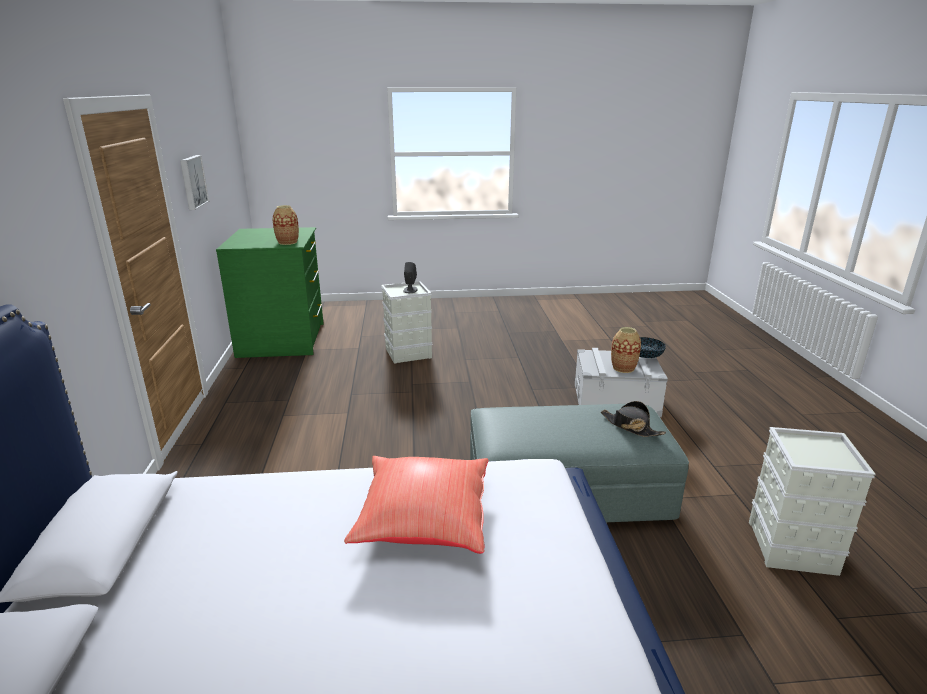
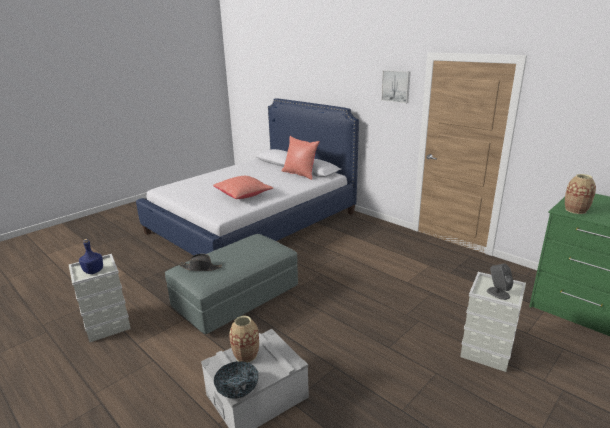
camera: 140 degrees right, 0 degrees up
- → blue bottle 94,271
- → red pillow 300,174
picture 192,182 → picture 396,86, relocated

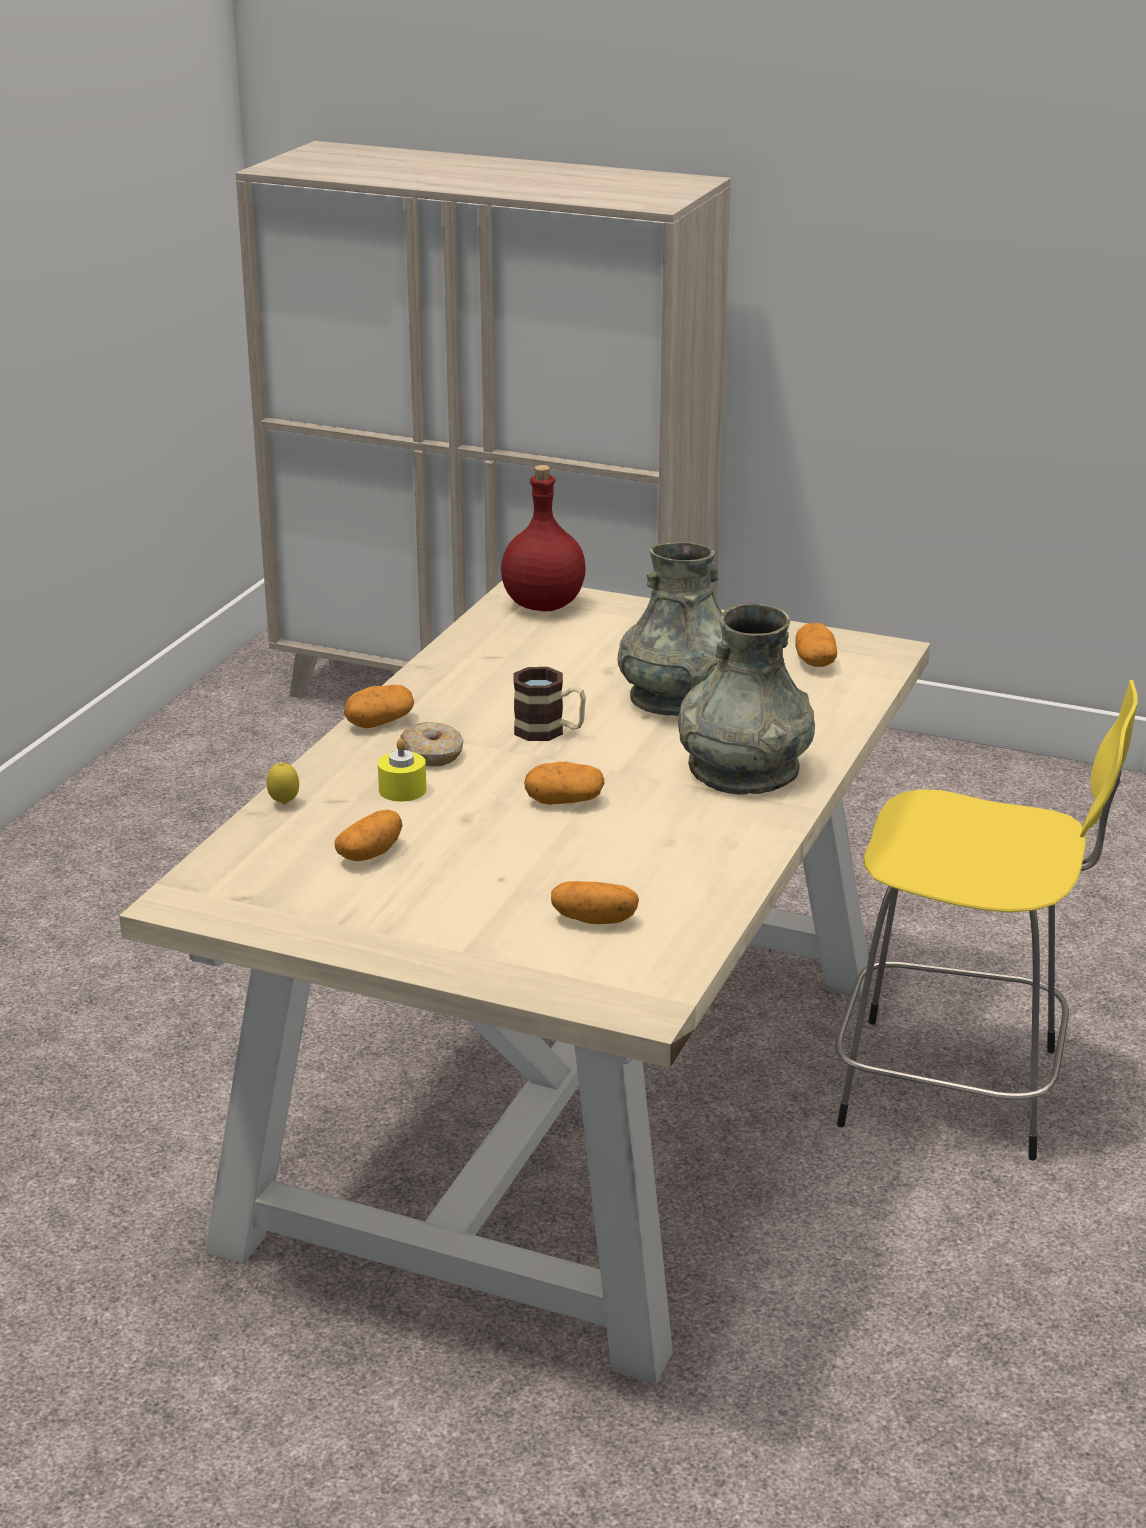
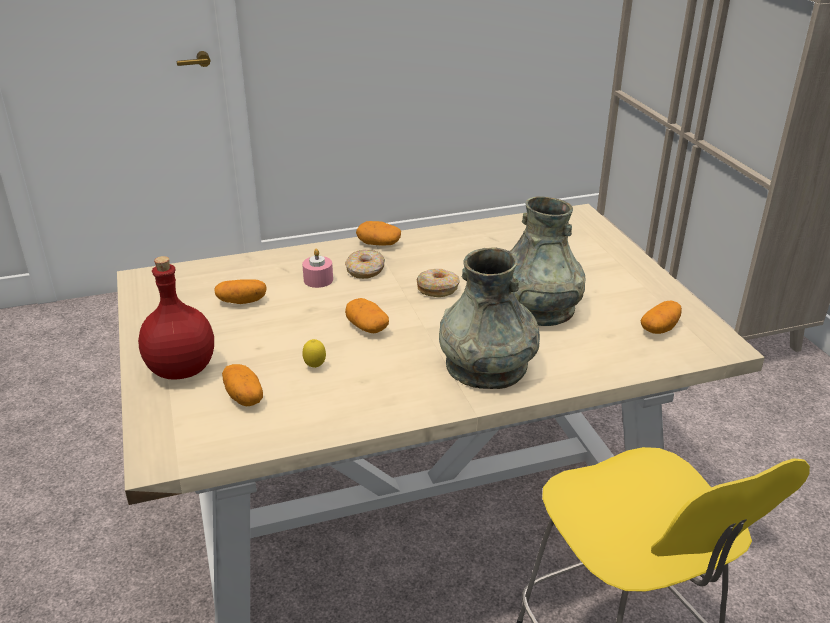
camera: 50 degrees right, 5 degrees up
red bottle 542,604 → red bottle 182,368, relocated
yellow candle 402,790 → pink candle 318,280
lemon 284,804 → lemon 315,367, relocated
mug 549,732 → donut 438,289

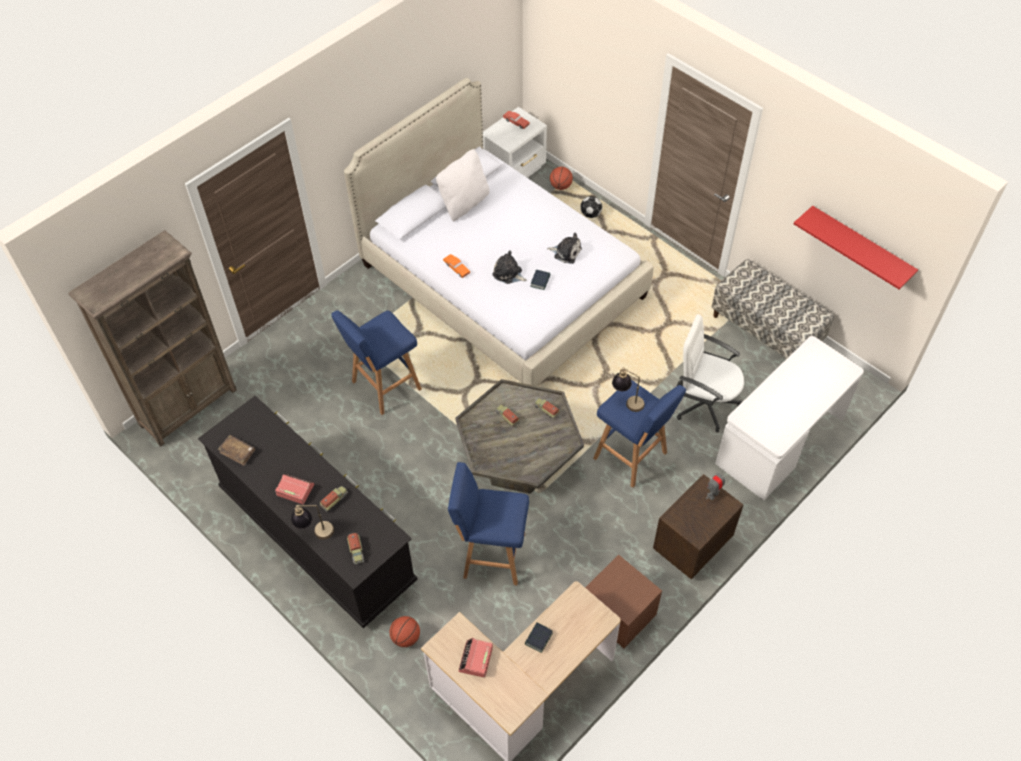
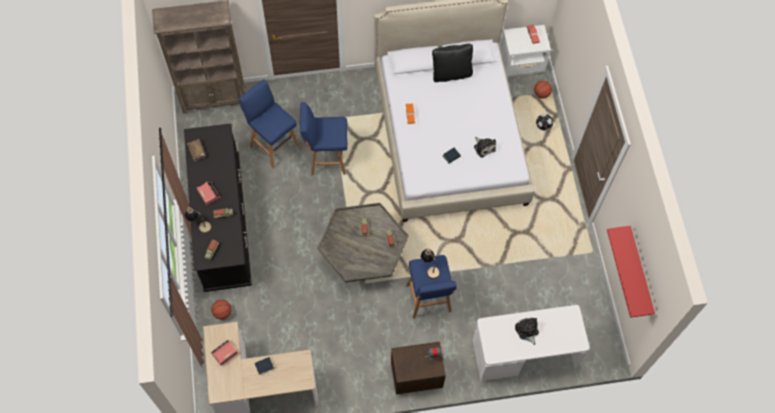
camera: 35 degrees right, 10 degrees up
blue stool 491,555 → blue stool 273,145, relocated
white pillow 464,203 → black pillow 451,73
plush toy 508,274 → plush toy 527,330, relocated
brown nightstand 619,614 → -
white office chair 704,403 → -
bench 766,331 → -

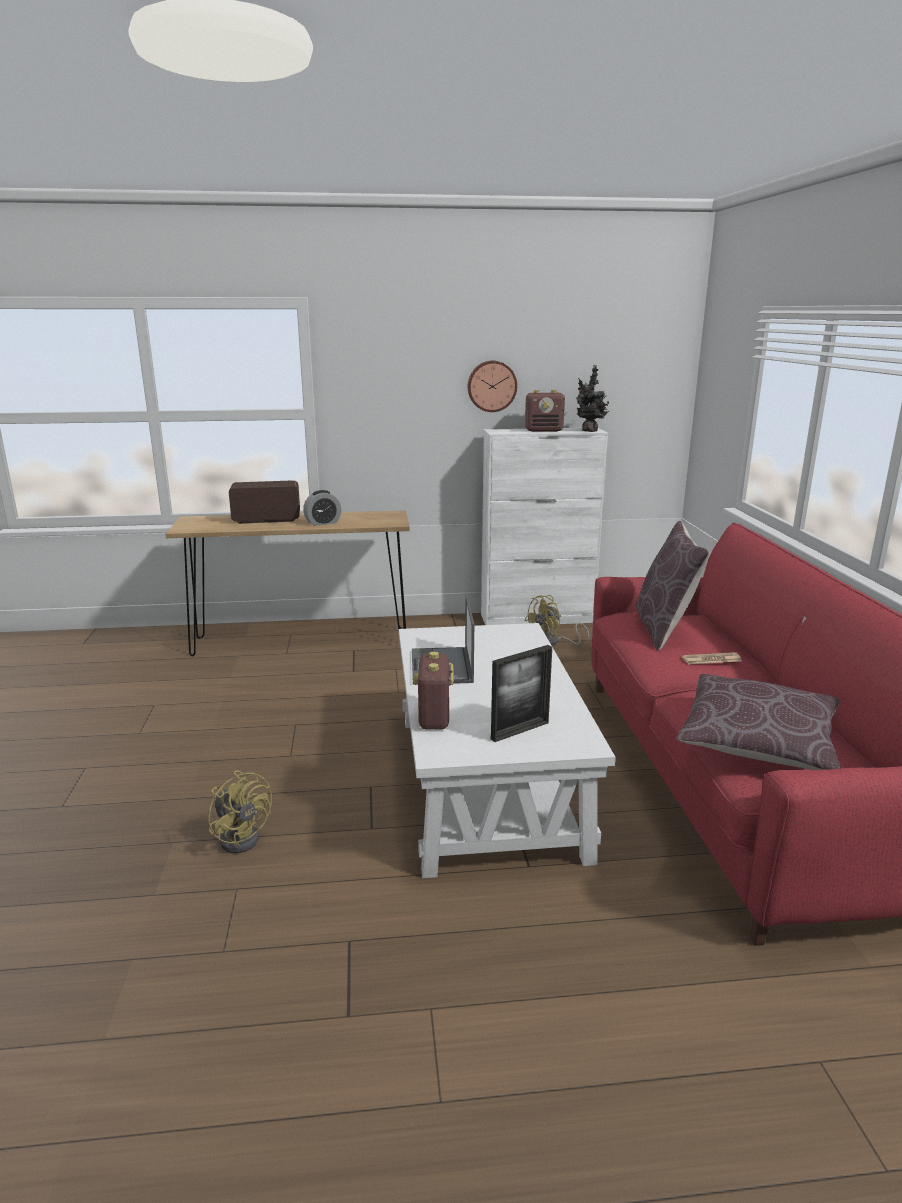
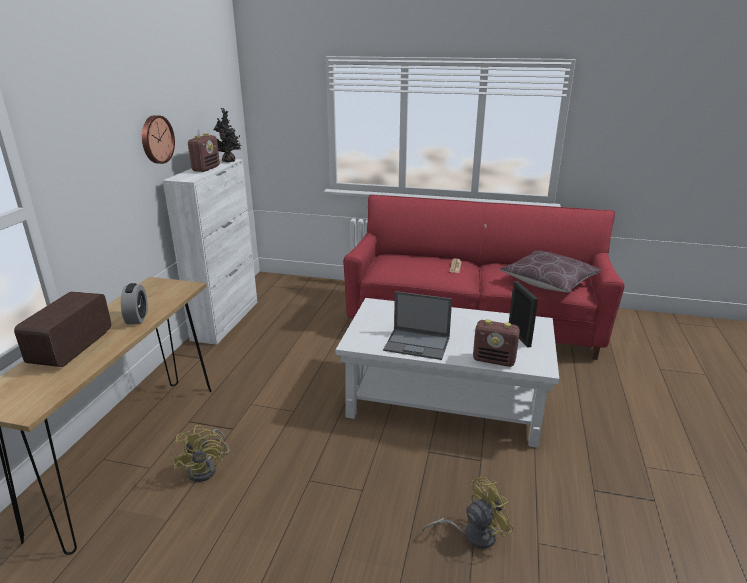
camera: 70 degrees left, 5 degrees up
yellow fan 552,642 → yellow fan 207,468, relocated
brown pillow 664,628 → -

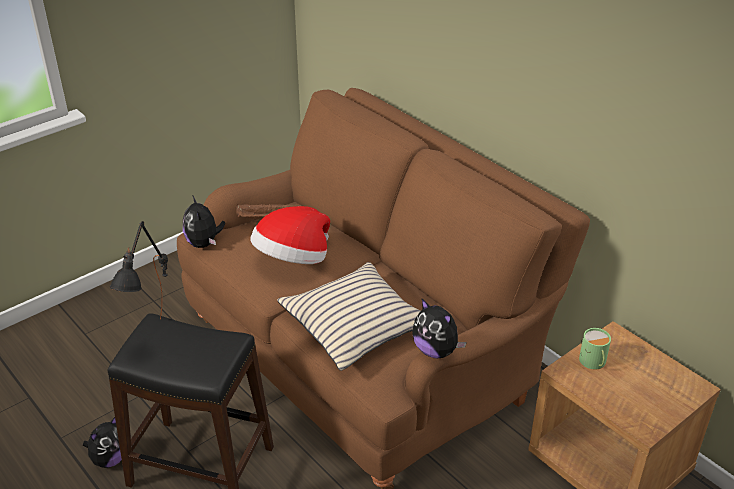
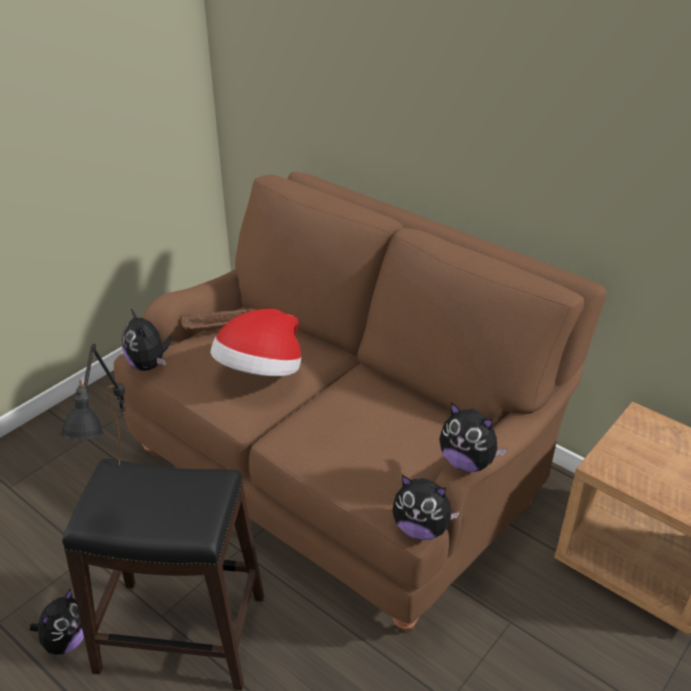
camera: 10 degrees left, 0 degrees up
- → plush toy 421,528
beige pillow 356,325 → -
green mug 593,362 → -

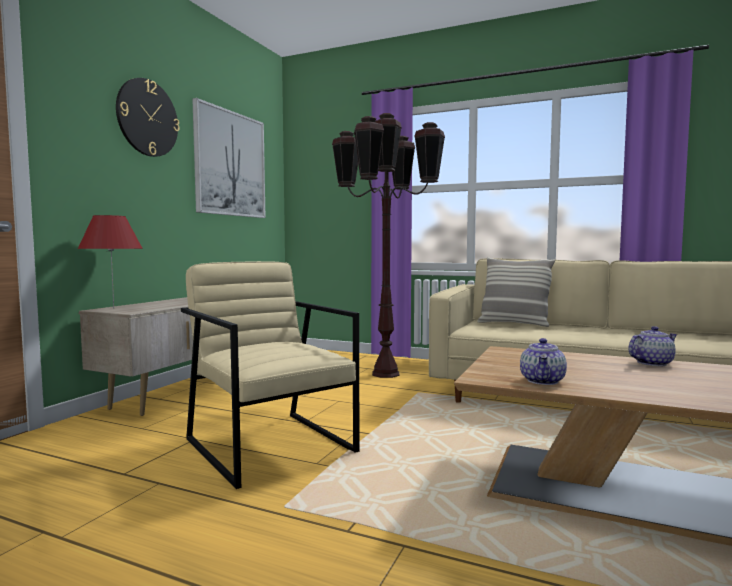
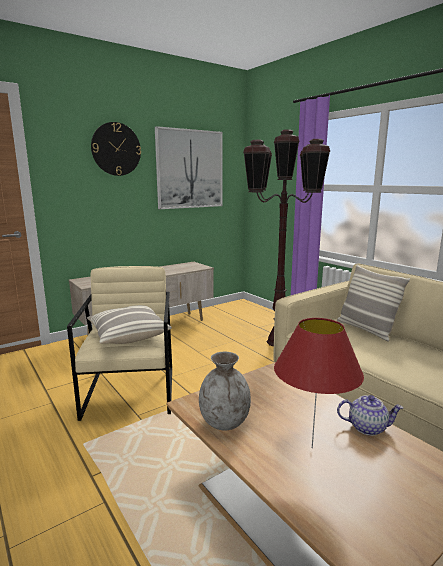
camera: 30 degrees right, 10 degrees up
- → pillow 128,335
teapot 543,381 → grey vase 225,422
red table lamp 113,309 → red table lamp 312,447, relocated

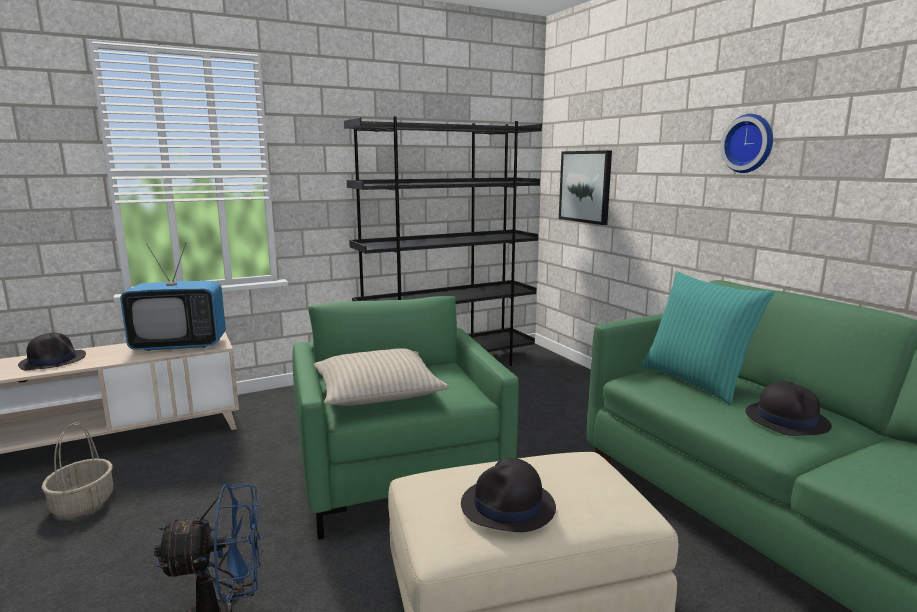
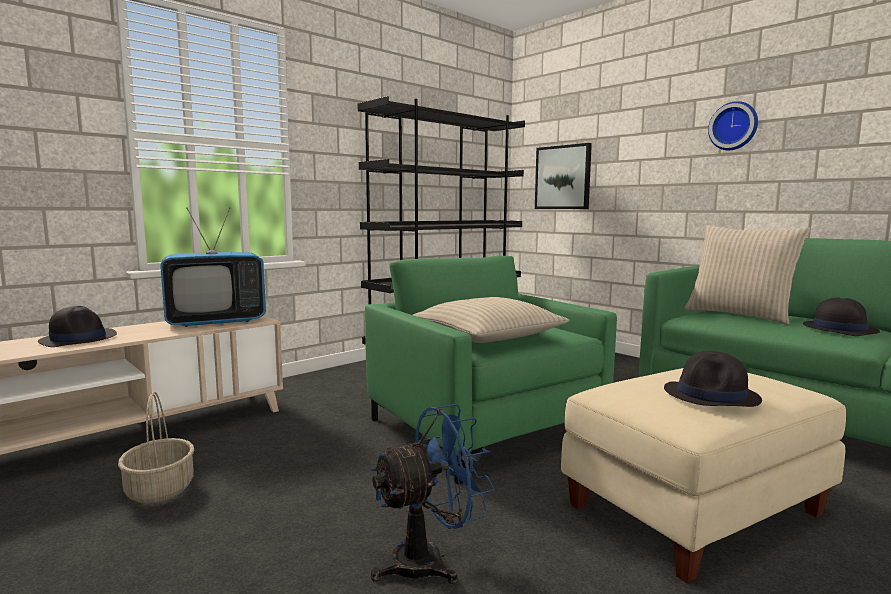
camera: 15 degrees left, 5 degrees down
turquoise pillow 696,381 → beige pillow 739,315

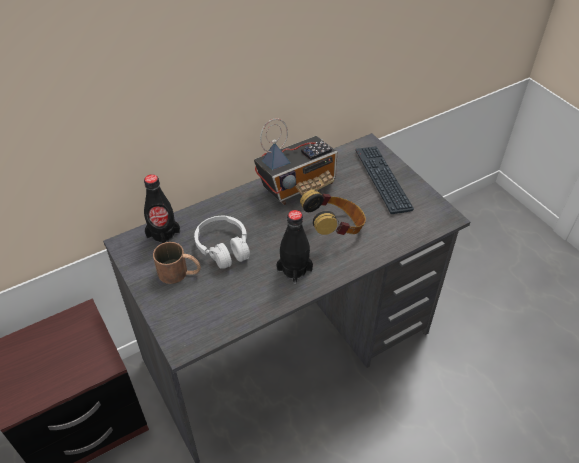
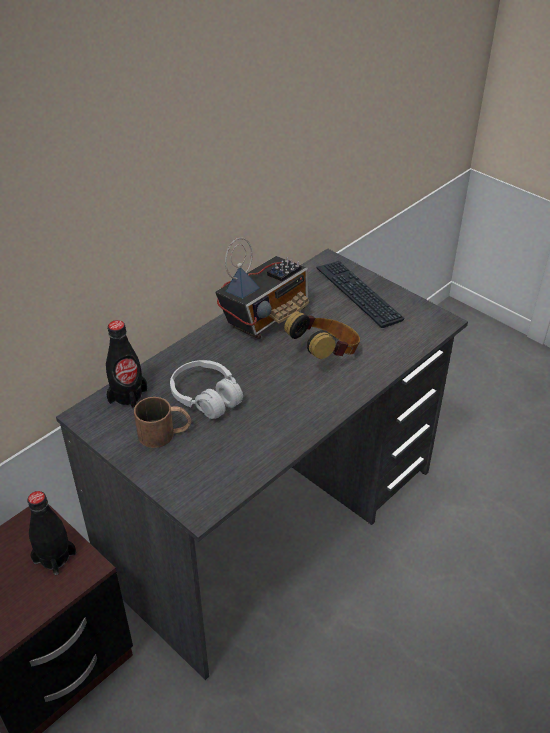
camera: 15 degrees left, 5 degrees down
black bottle 294,270 → black bottle 54,557, relocated

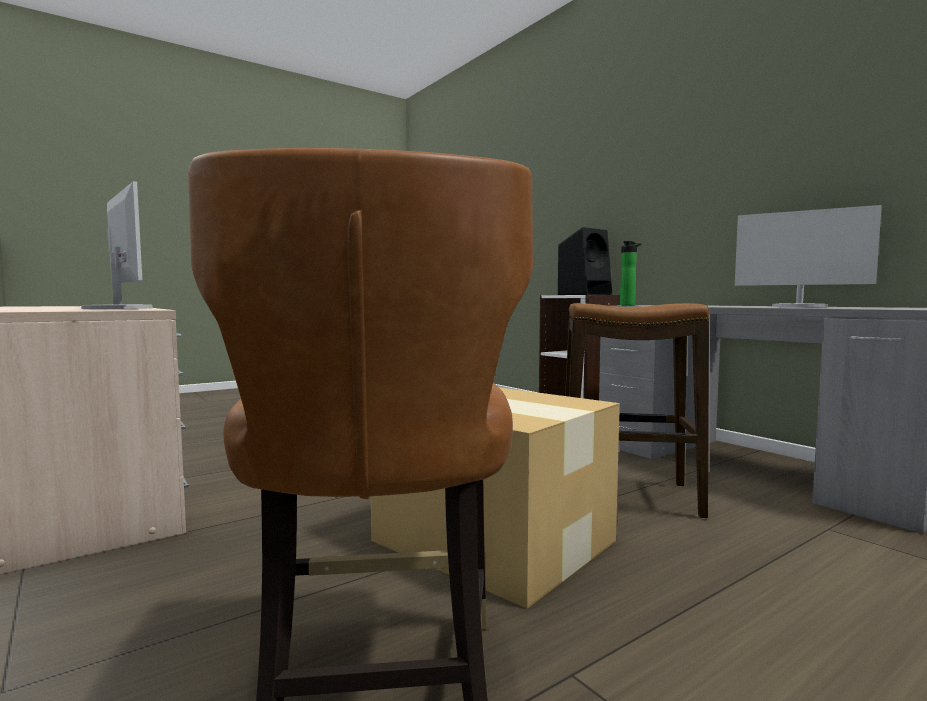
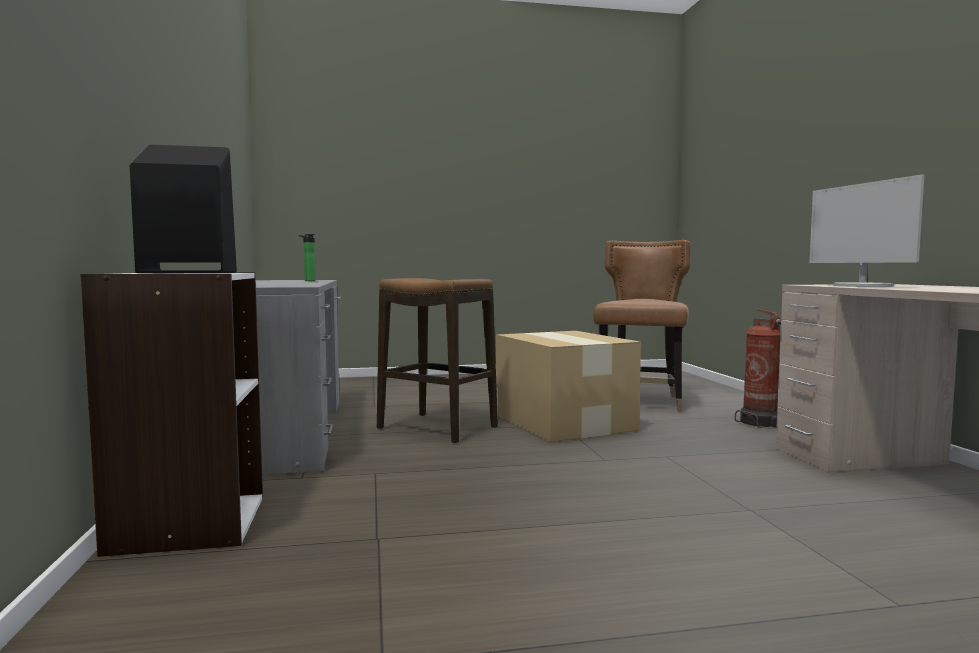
camera: 155 degrees left, 0 degrees up
bottle 629,305 → bottle 308,281, relocated
- → fire extinguisher 761,424
monitor 799,306 → -

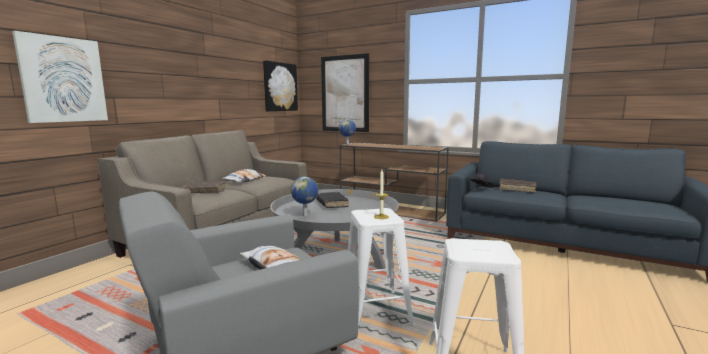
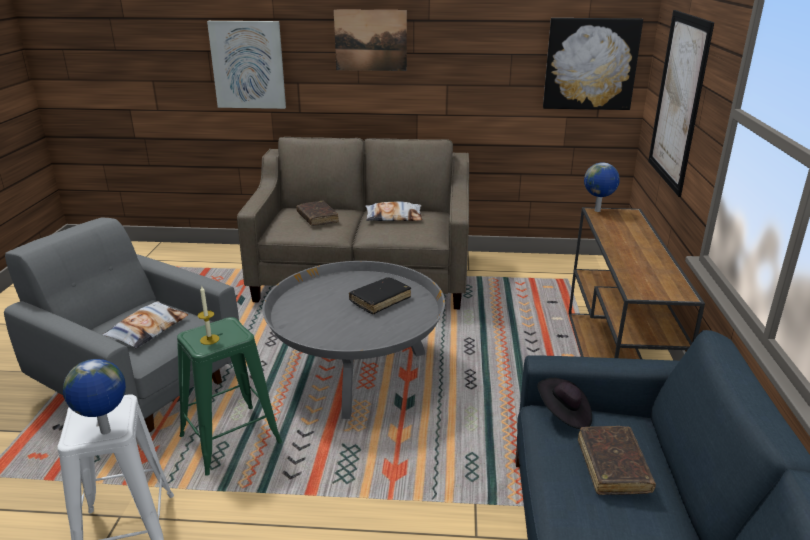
camera: 65 degrees right, 15 degrees up
globe 306,215 → globe 105,432, relocated
white stool 375,311 → green stool 230,439
- → picture 370,40

